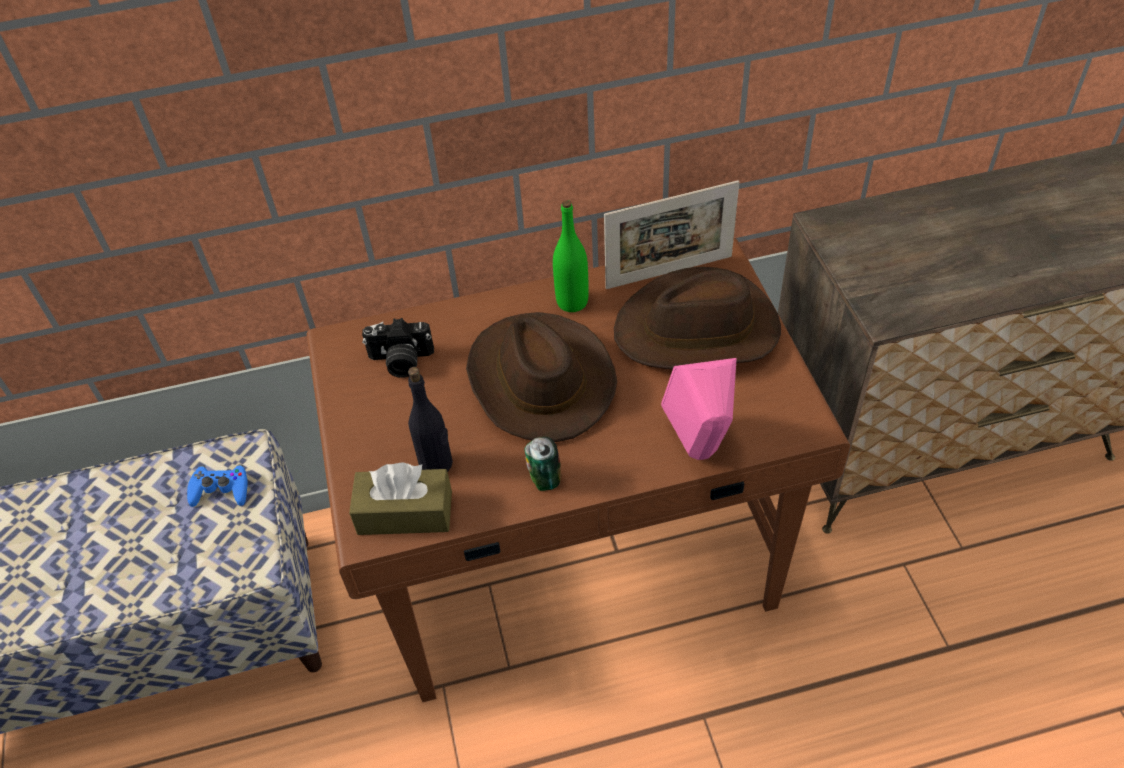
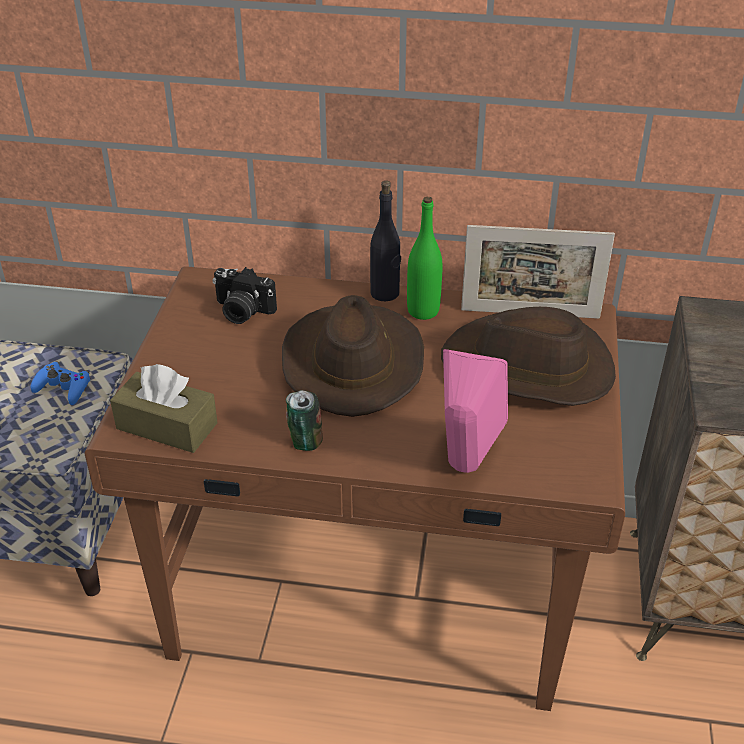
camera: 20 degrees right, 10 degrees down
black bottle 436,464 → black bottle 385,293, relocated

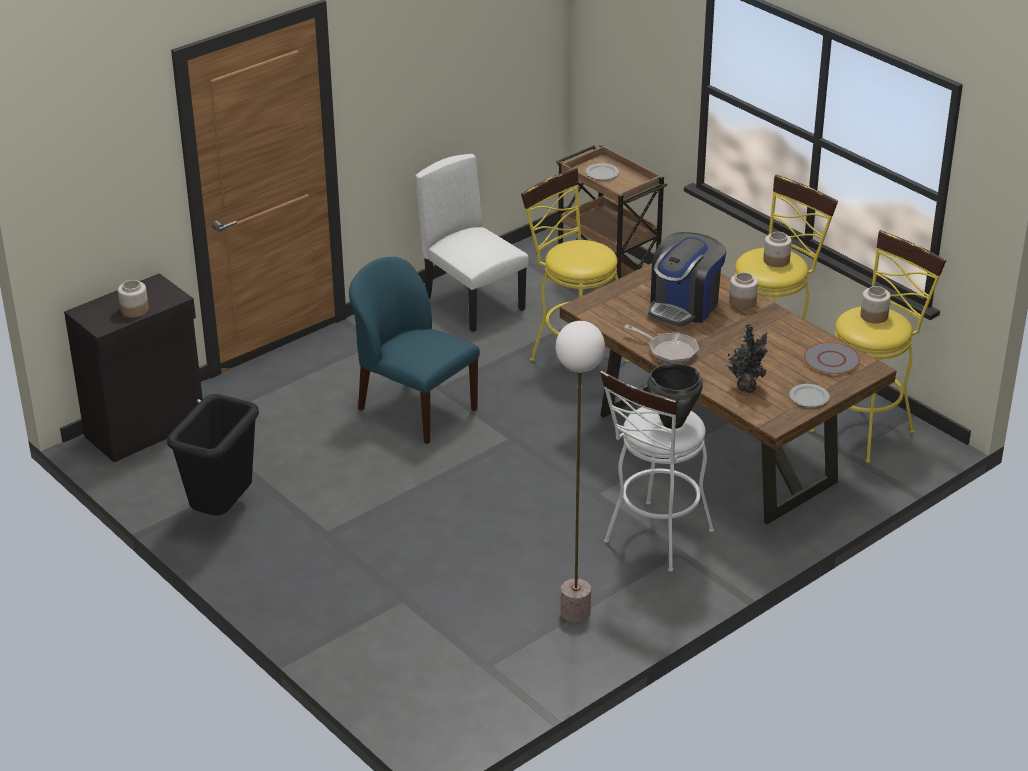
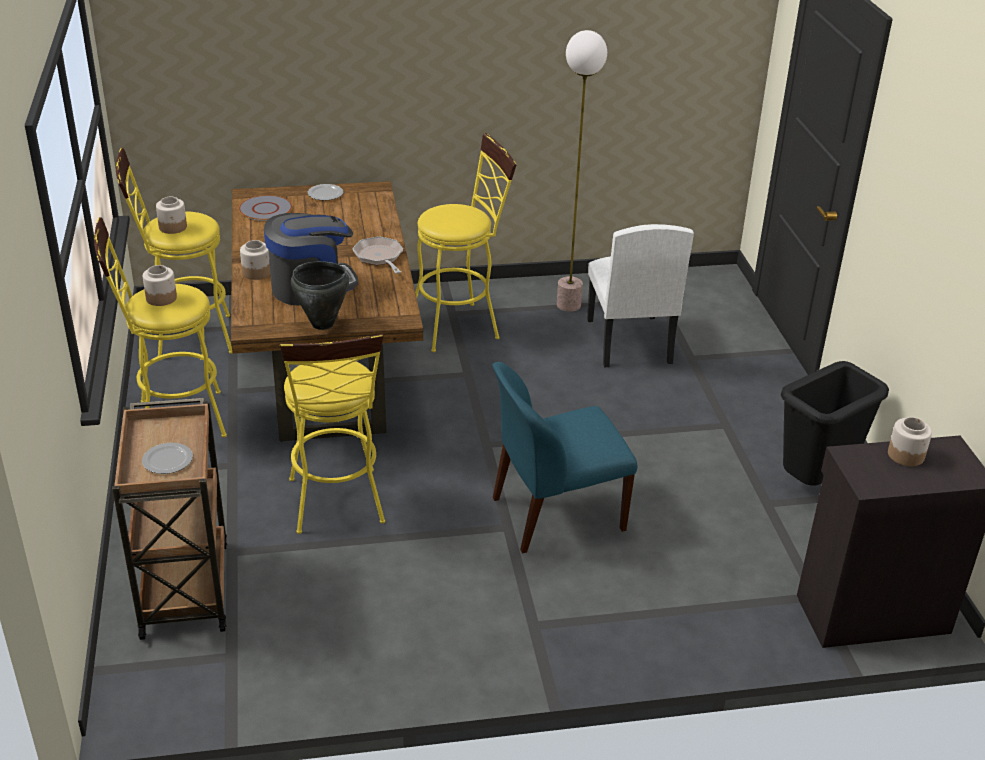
camera: 150 degrees left, 0 degrees up
black cooking pot 672,422 → black cooking pot 323,324, relocated
white stool 654,541 → yellow stool 461,325
blue chair 415,409 → blue chair 555,514, 90 degrees clockwise
white chair 474,303 → white chair 628,341, relocated
potted plant 746,387 → -

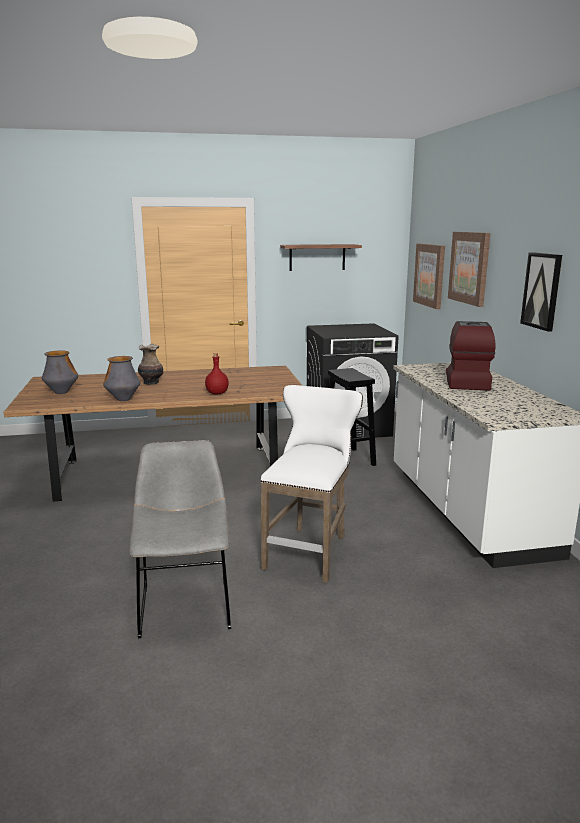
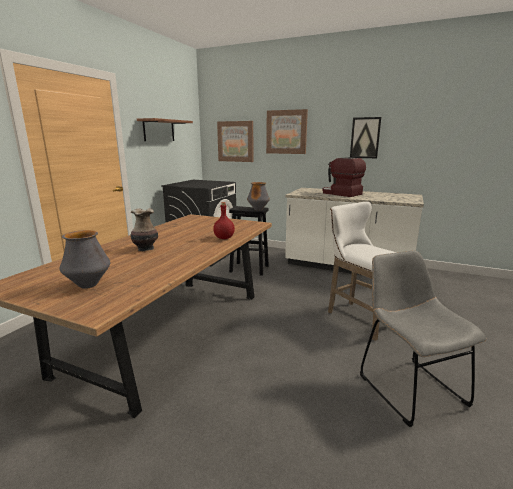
camera: 55 degrees left, 0 degrees up
vase 123,399 → vase 258,209, relocated
grey chair 185,603 → grey chair 407,386, 45 degrees clockwise

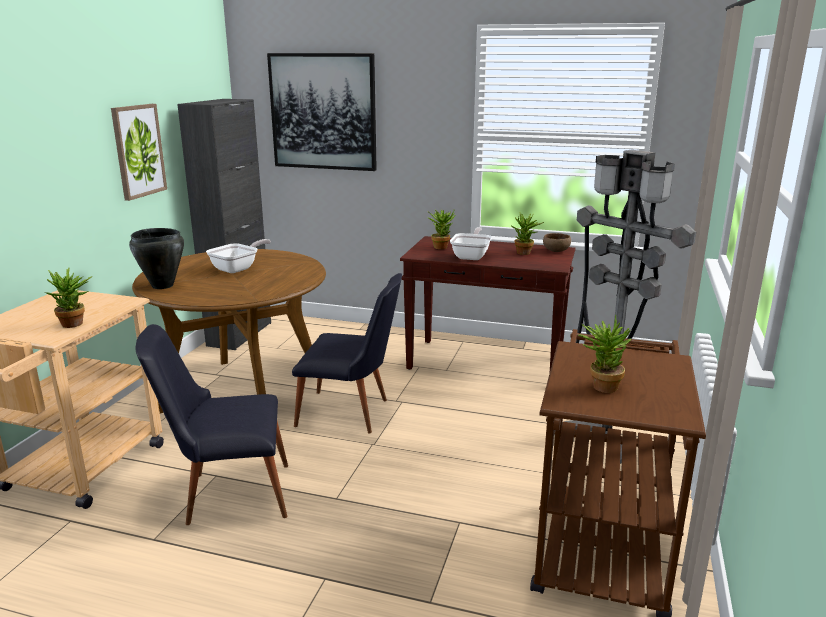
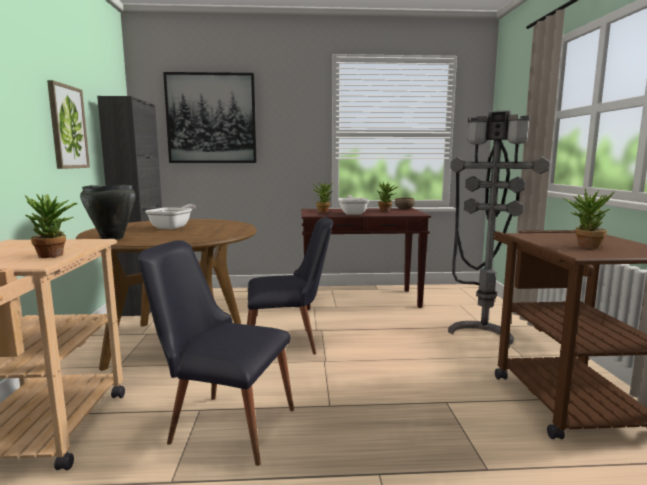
camera: 20 degrees left, 10 degrees down
black chair 227,494 → black chair 222,423, 45 degrees clockwise

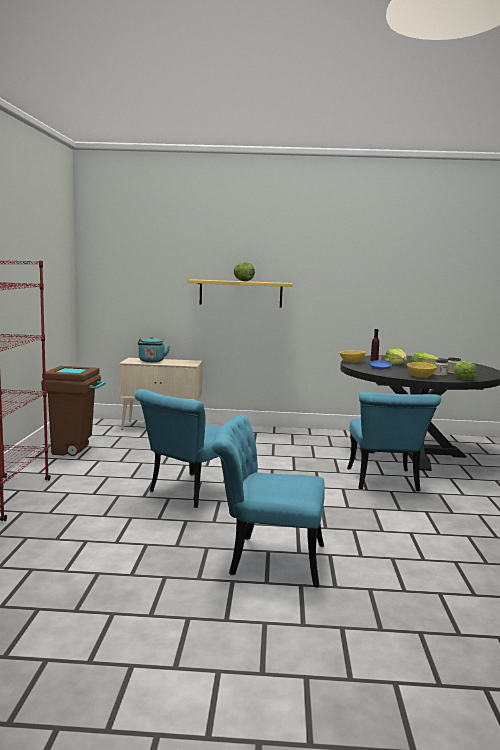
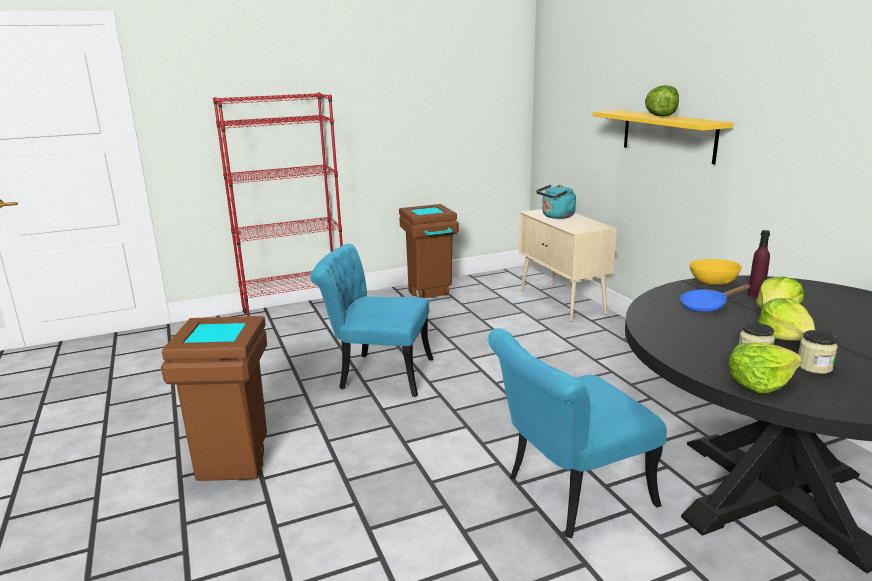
camera: 65 degrees right, 10 degrees up
turquoise chair 266,559 → brown trash can 235,462
yellow bowl 420,376 → -

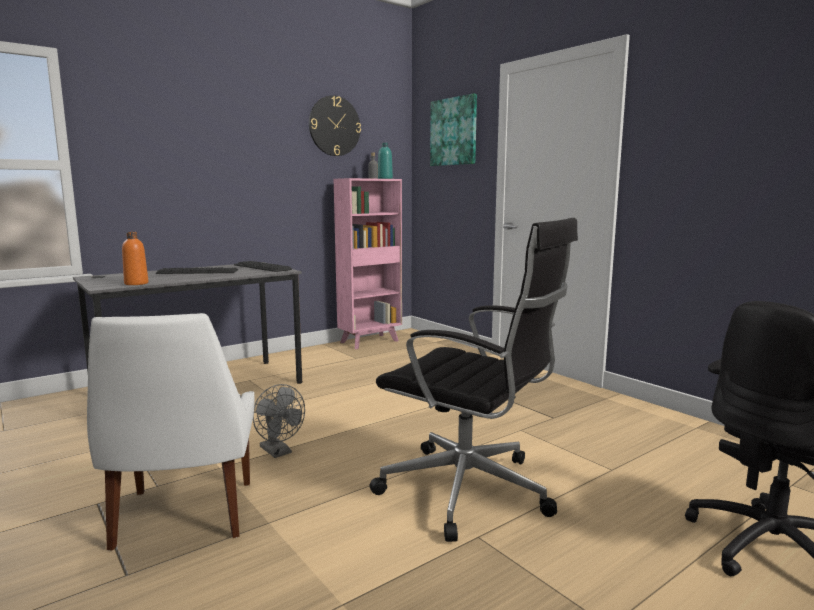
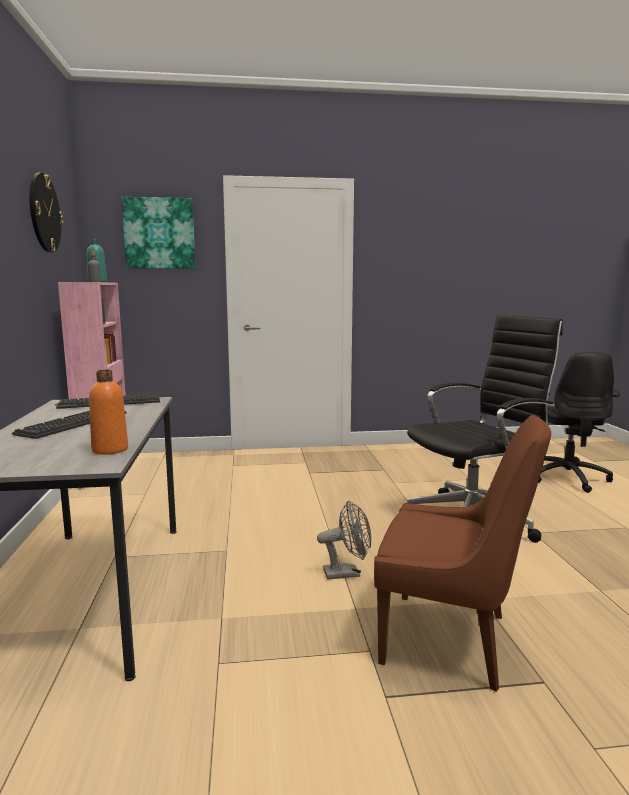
camera: 60 degrees left, 0 degrees up
white chair 184,517 → brown chair 450,640

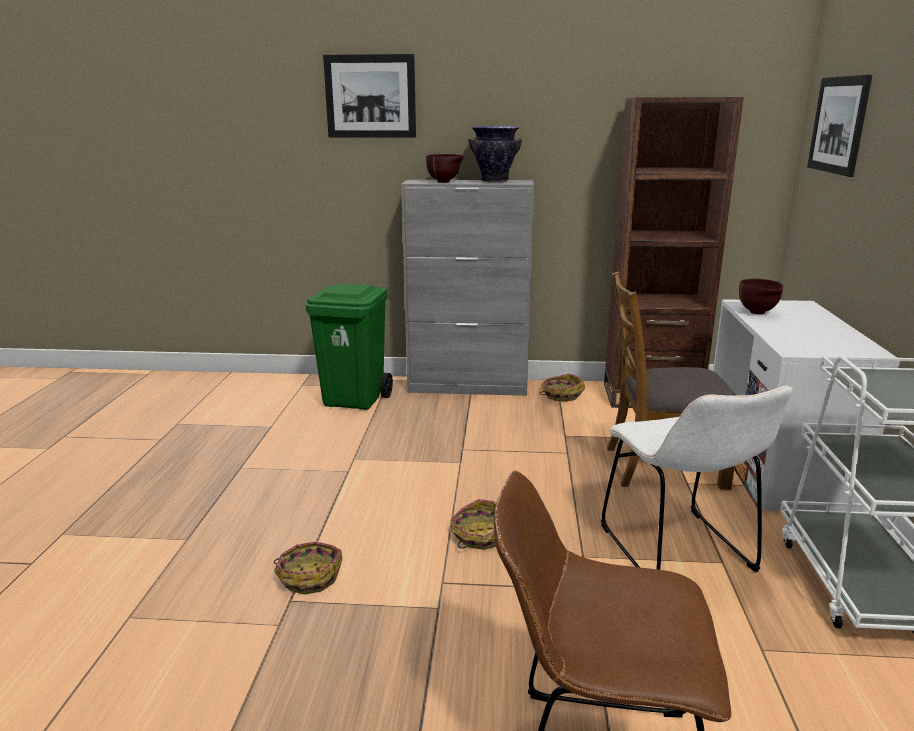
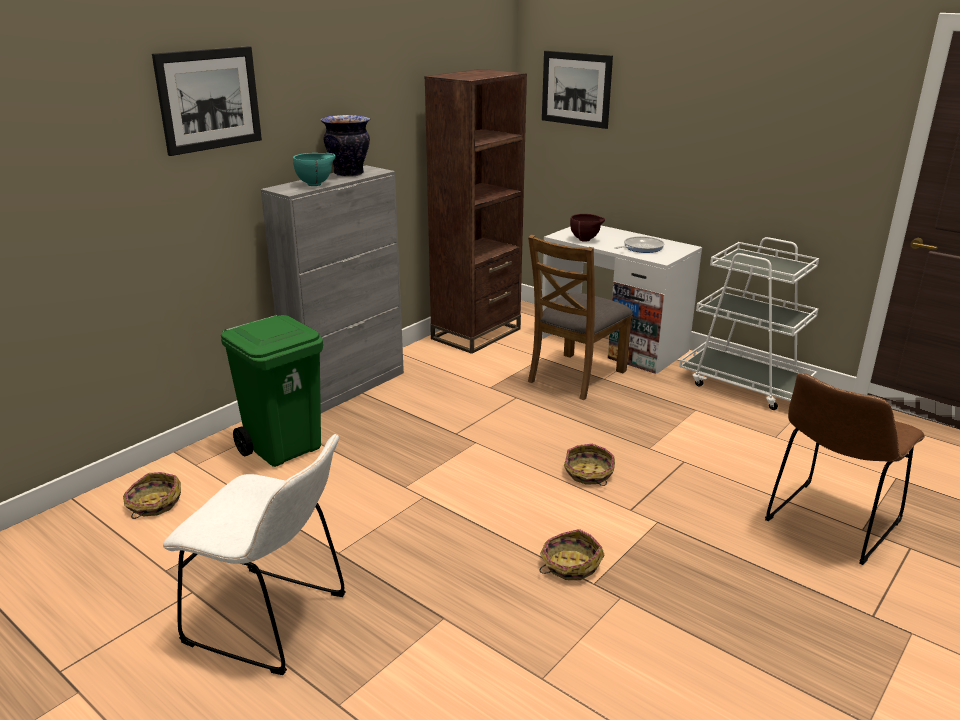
camera: 55 degrees left, 5 degrees up
basket 561,395 → basket 153,504, relocated
white chair 680,553 → white chair 273,621, relocated
brown bowl 445,182 → turquoise bowl 316,184
- → frying pan 641,248

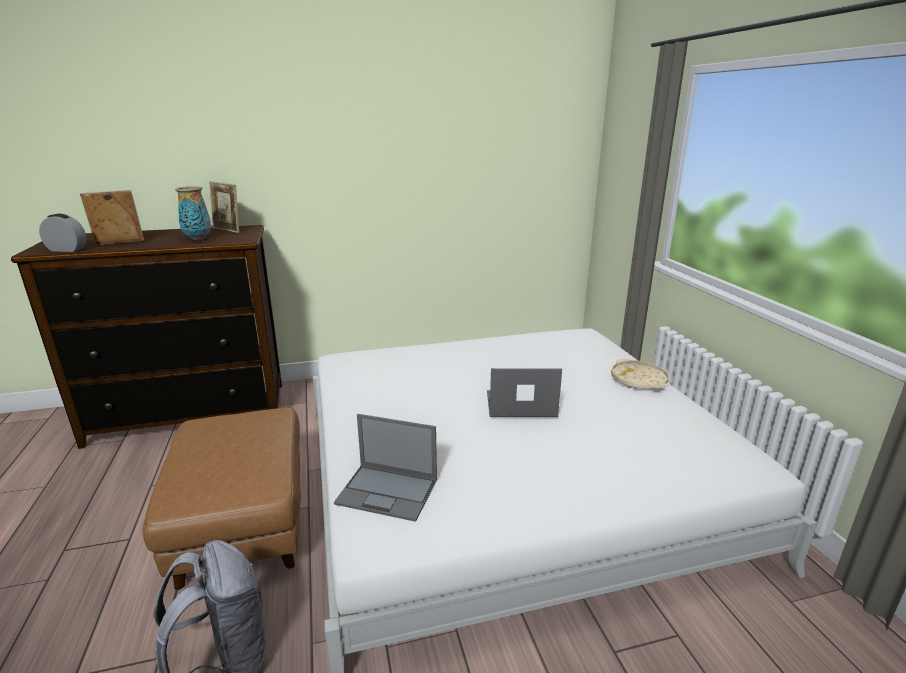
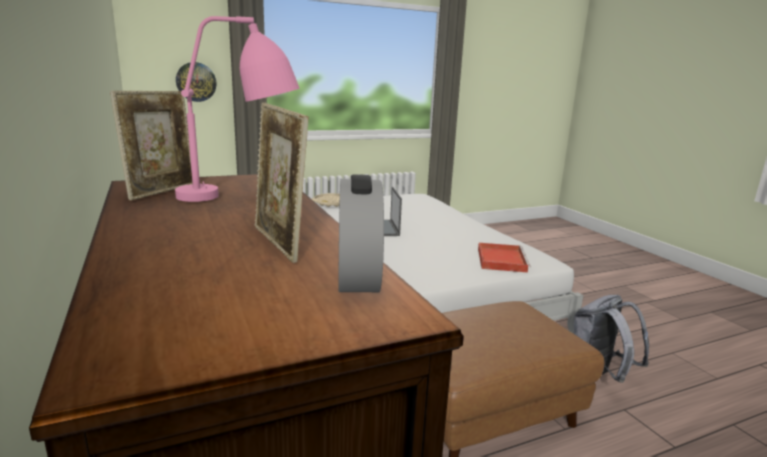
camera: 100 degrees left, 5 degrees down
vase 198,238 → pink table lamp 242,198
- → wall clock 196,82
laptop 388,492 → red tray 501,259

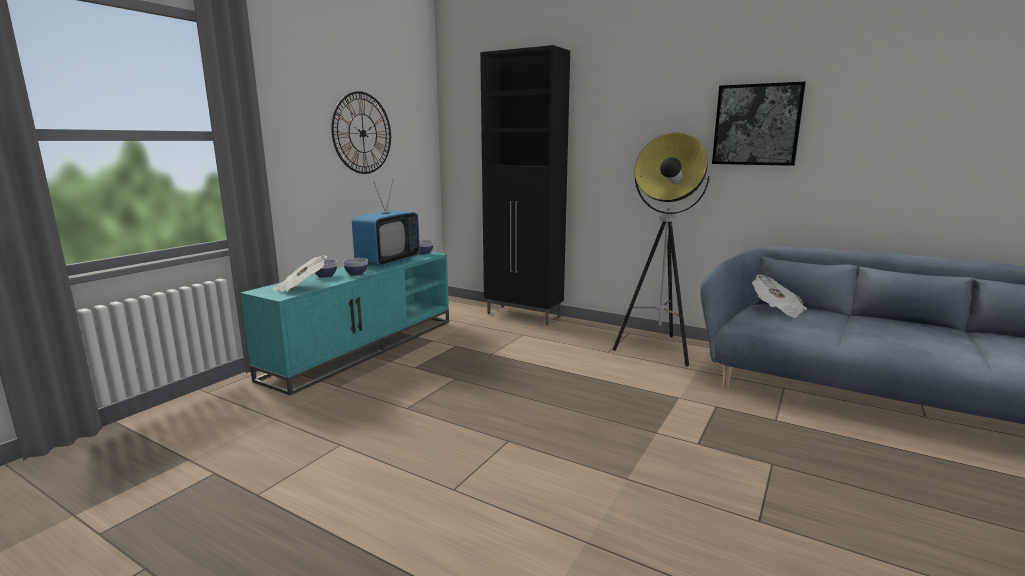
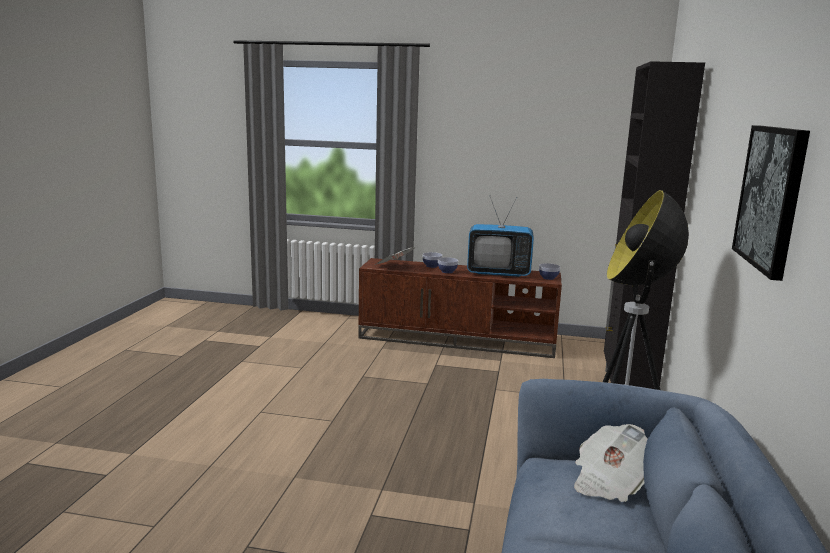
camera: 70 degrees right, 0 degrees up
turquoise tv stand 364,347 → brown tv stand 458,339
wall clock 362,133 → -

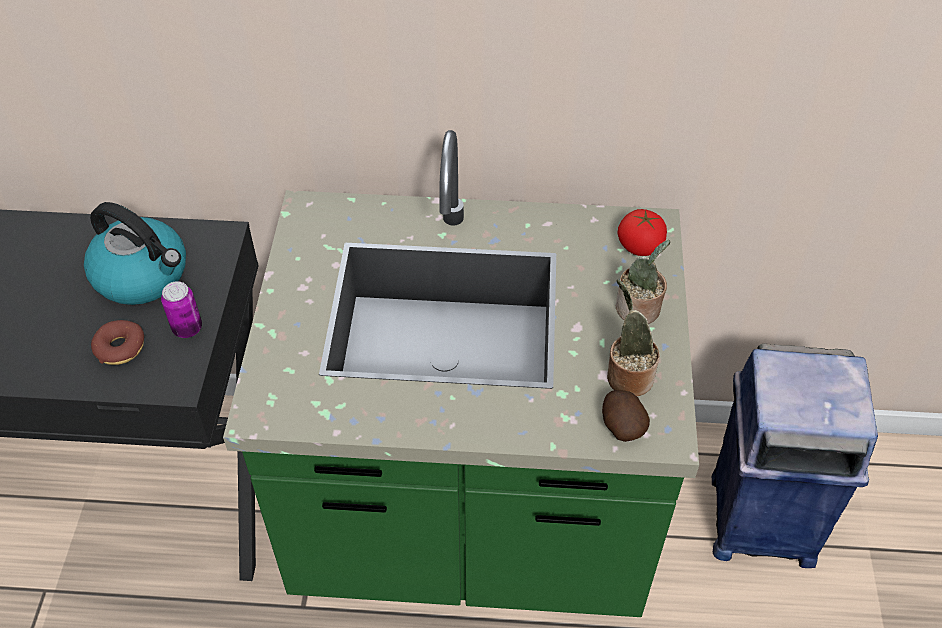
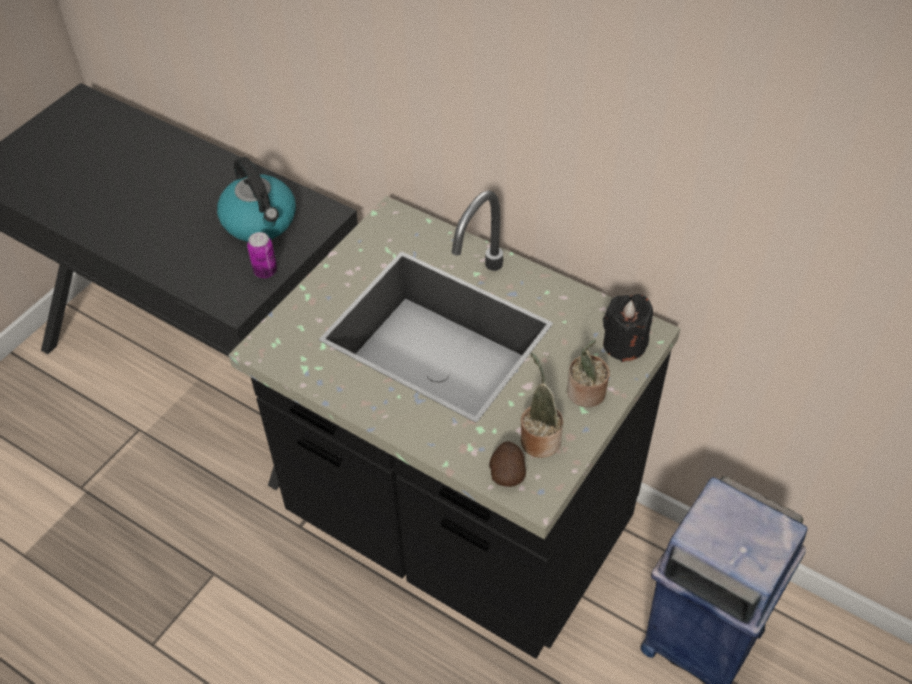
camera: 30 degrees right, 0 degrees up
green counter 471,522 → black counter 459,525
tomato 640,246 → black candle 624,344
donut 120,348 → -

